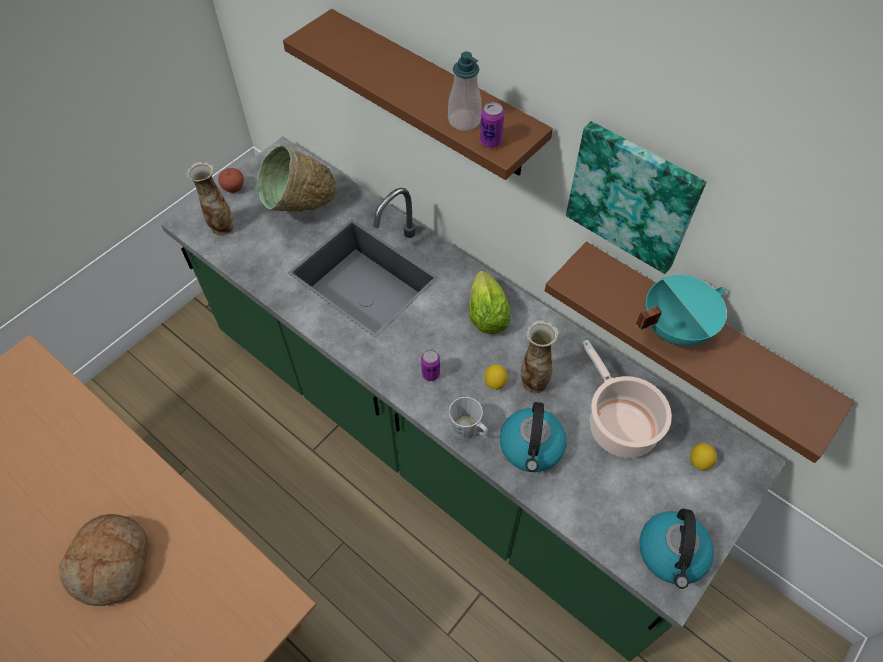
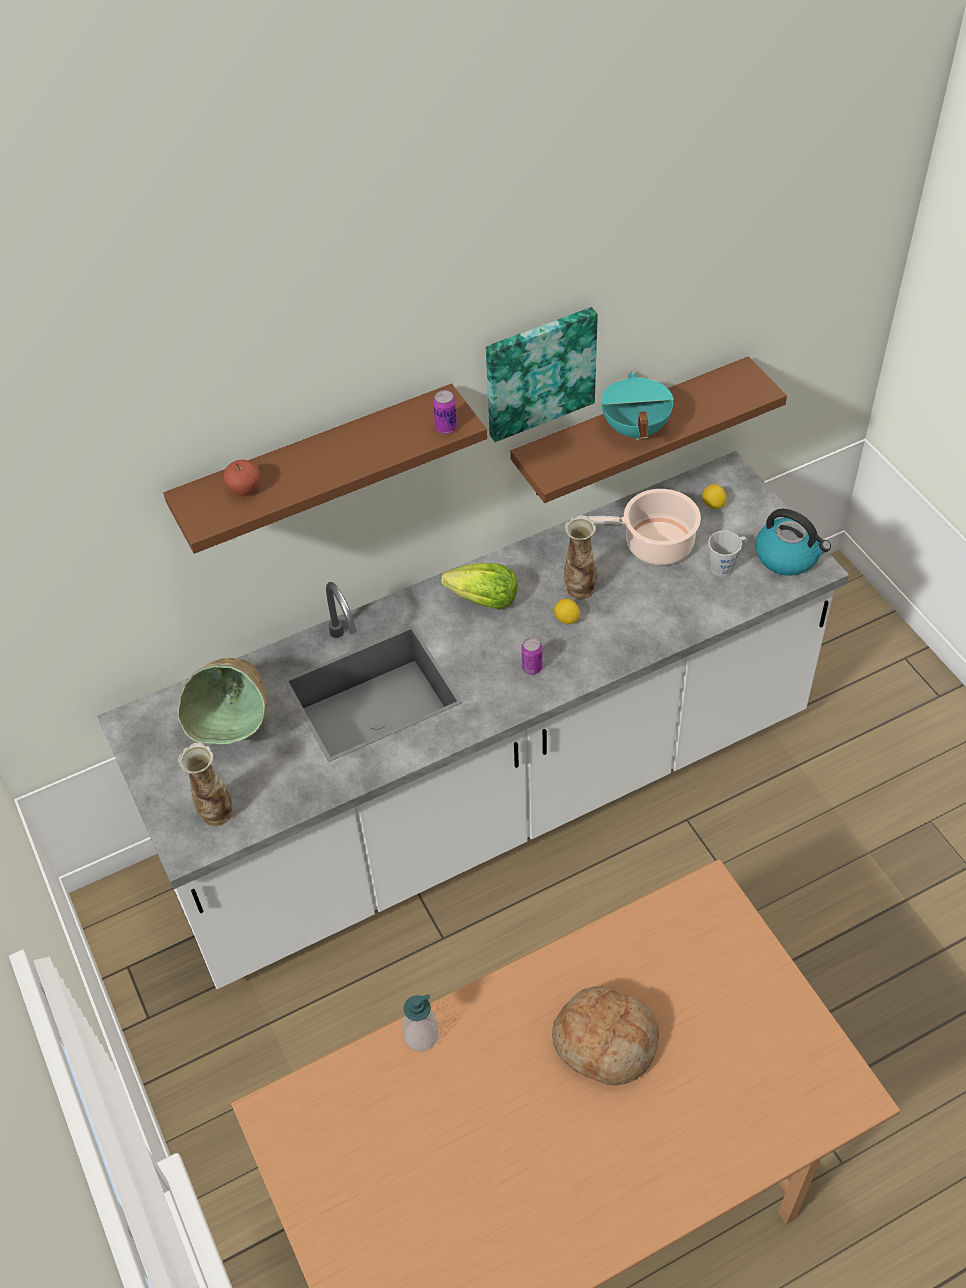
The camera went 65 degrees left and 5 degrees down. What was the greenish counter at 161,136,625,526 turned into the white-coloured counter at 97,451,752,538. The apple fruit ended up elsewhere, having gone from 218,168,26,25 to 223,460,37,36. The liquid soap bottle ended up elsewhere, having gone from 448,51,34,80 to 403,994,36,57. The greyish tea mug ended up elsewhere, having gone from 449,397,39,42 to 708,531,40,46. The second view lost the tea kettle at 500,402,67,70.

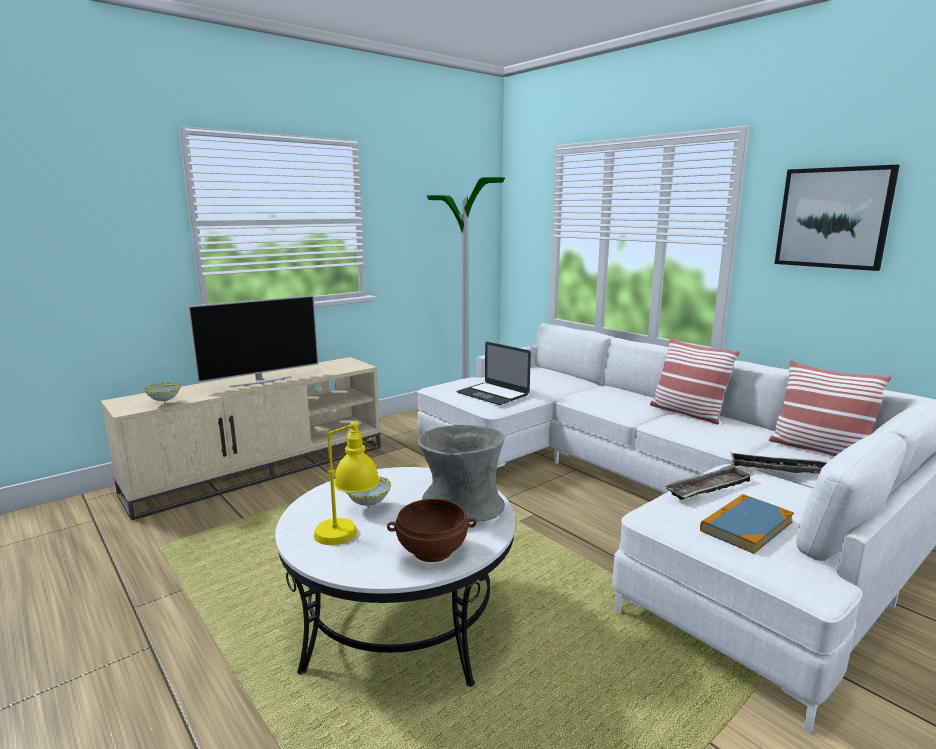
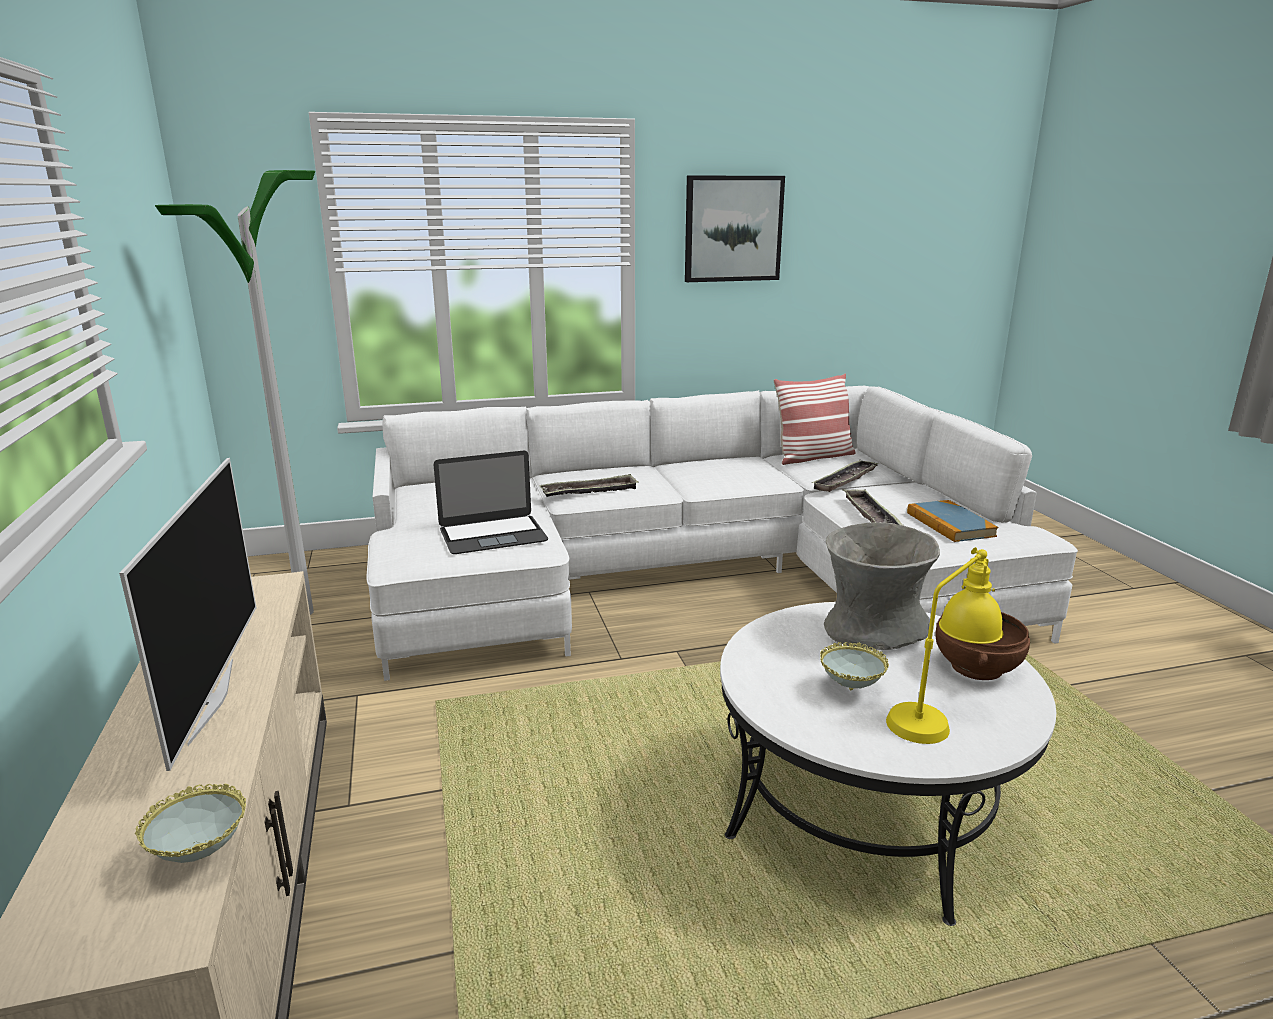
The camera went 65 degrees left and 5 degrees up. The second view lost the pillow at 650,337,90,87. The second view gained the tray at 539,474,100,23.

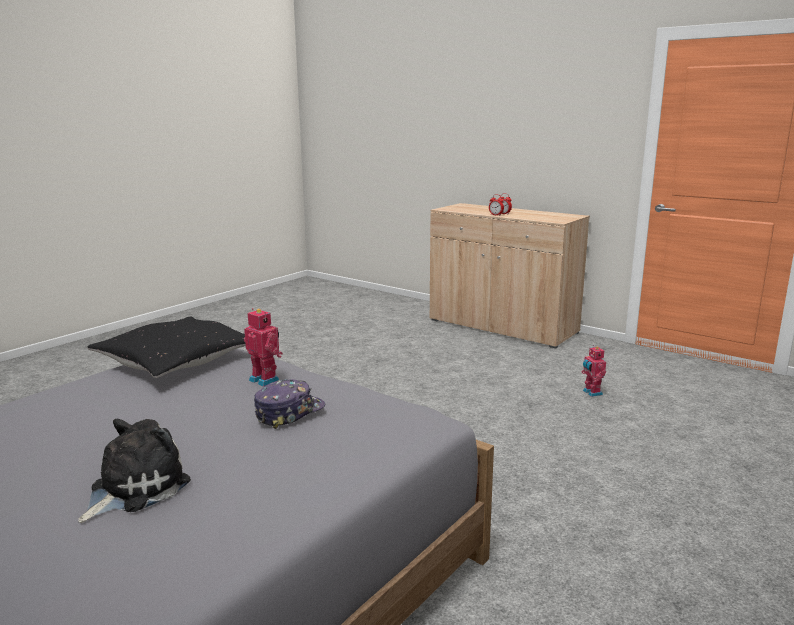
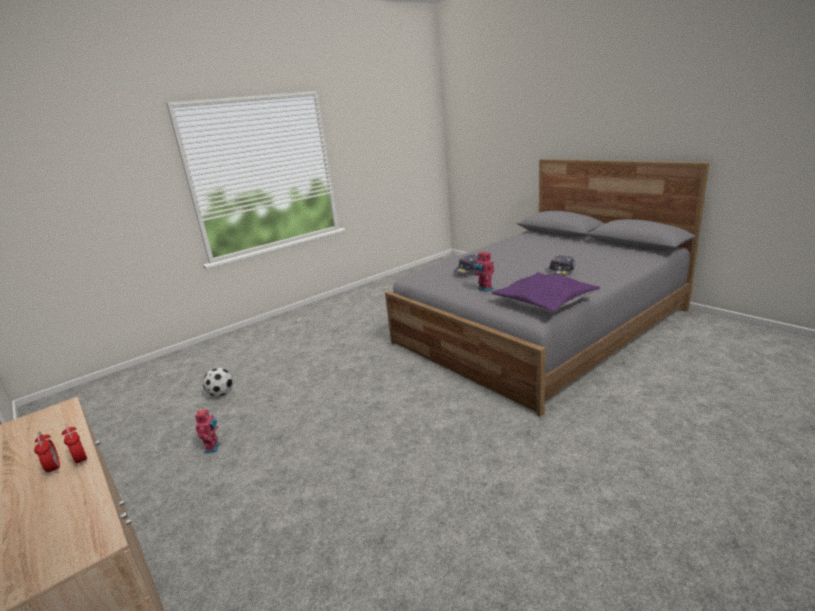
The camera went 165 degrees left and 5 degrees up. The second view lost the cuddly toy at 78,419,113,104. What was the blackish pillow at 88,316,158,62 turned into the purple pillow at 492,272,108,41. The second view gained the football at 203,368,30,28. The second view gained the baseball cap at 549,255,26,21.

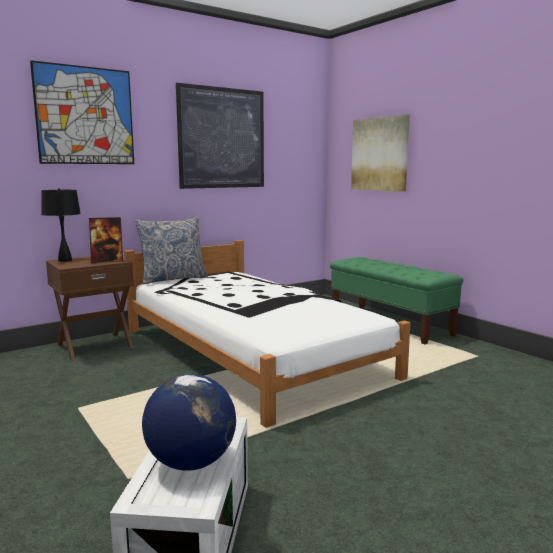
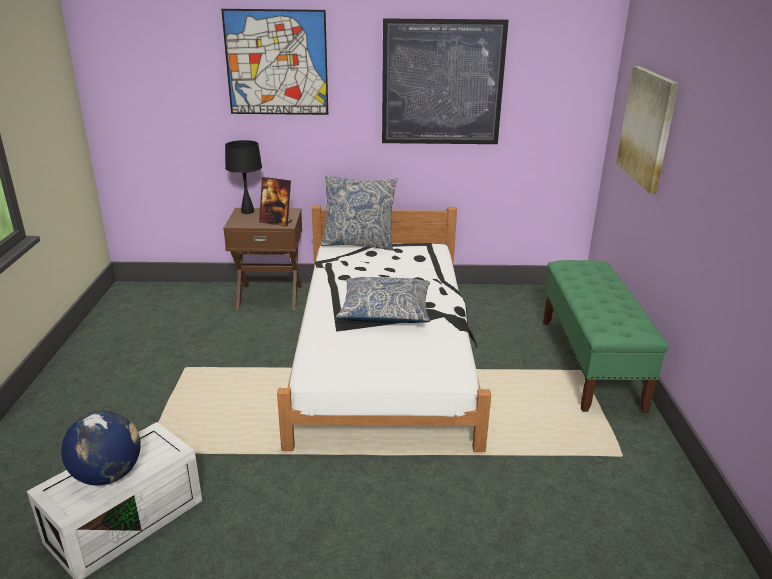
The camera went 35 degrees right and 15 degrees up. The second view gained the pillow at 336,277,95,46.

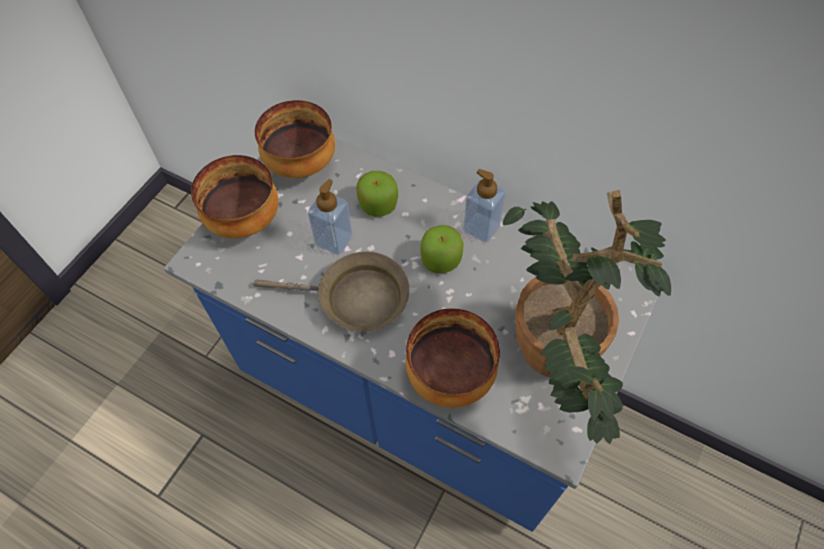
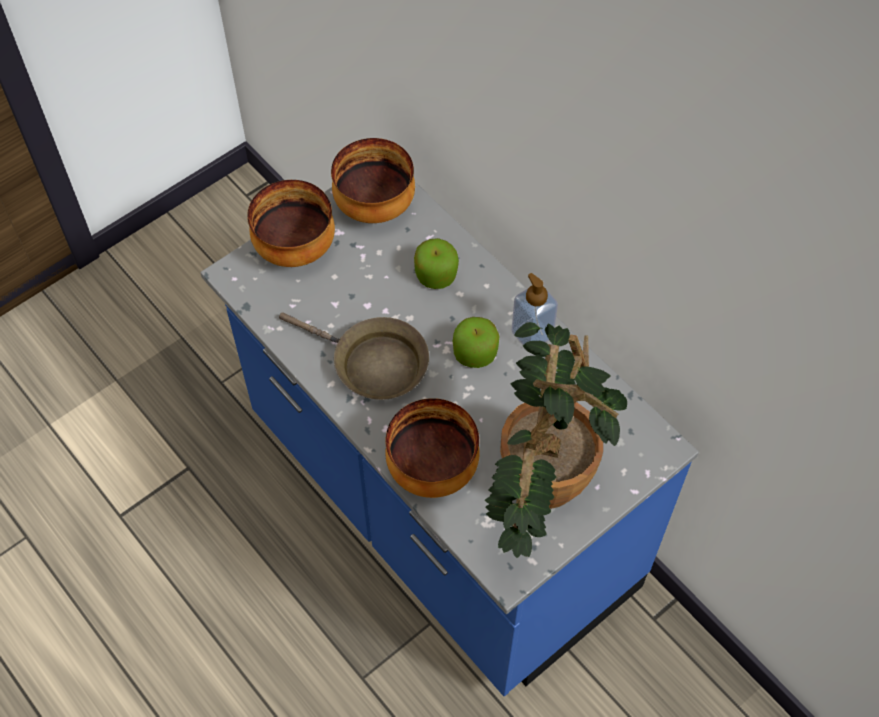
The camera went 20 degrees right and 0 degrees up. The second view lost the liquid soap bottle at 308,179,44,76.

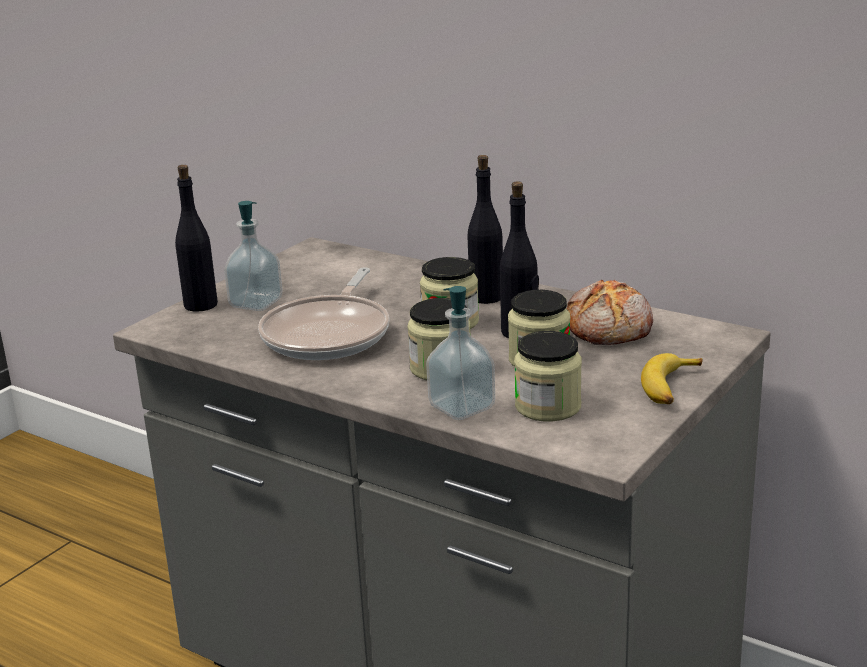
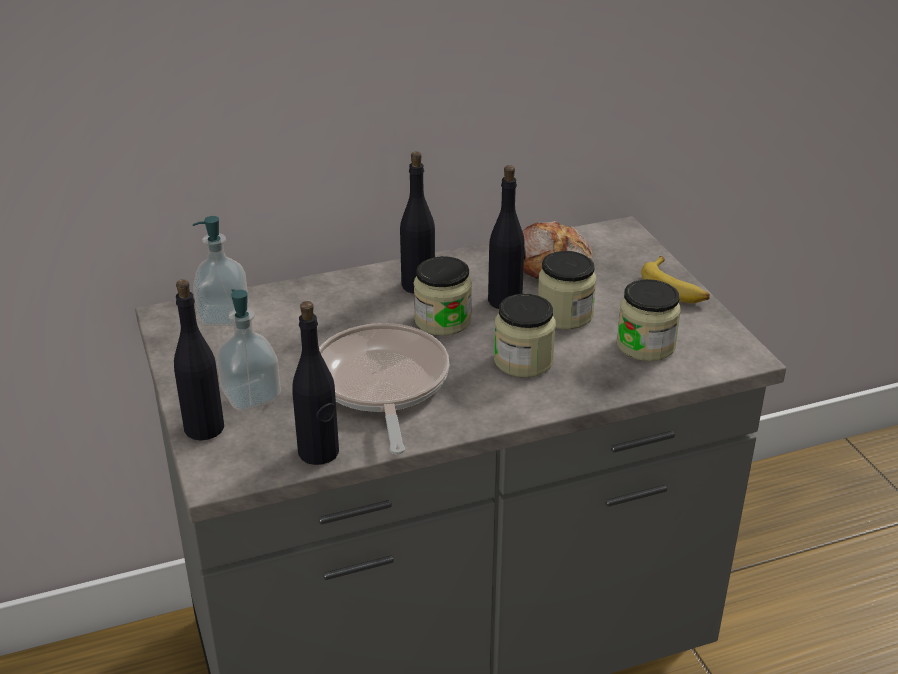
The camera went 55 degrees left and 10 degrees up. The frying pan at 258,268,131,92 ended up facing another way, 150 degrees counterclockwise from before. The liquid soap bottle ended up elsewhere, having gone from 426,286,69,134 to 193,216,56,110. The second view gained the blackish beverage bottle at 292,301,47,164.

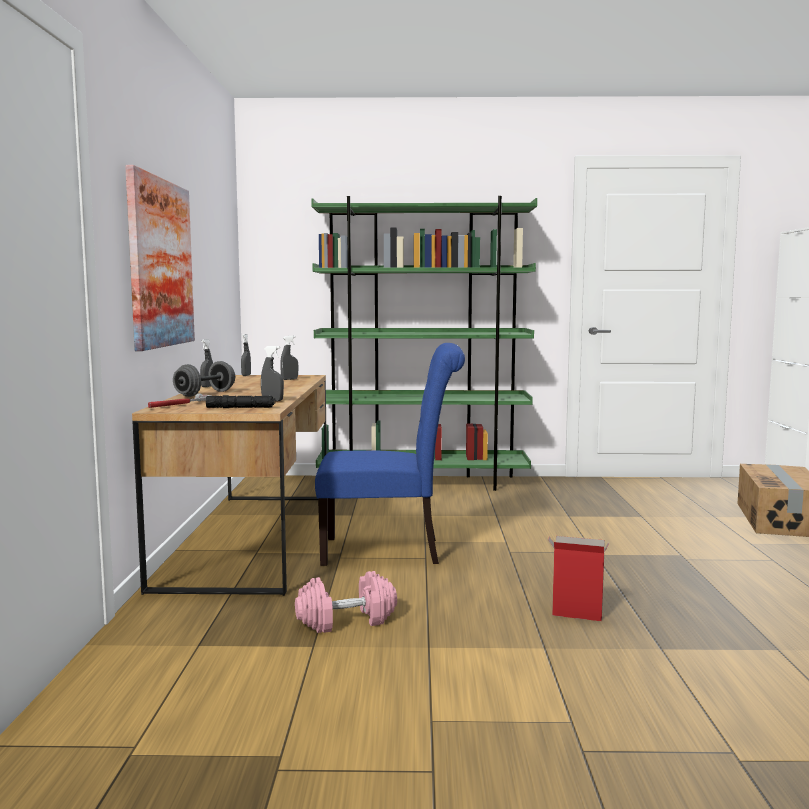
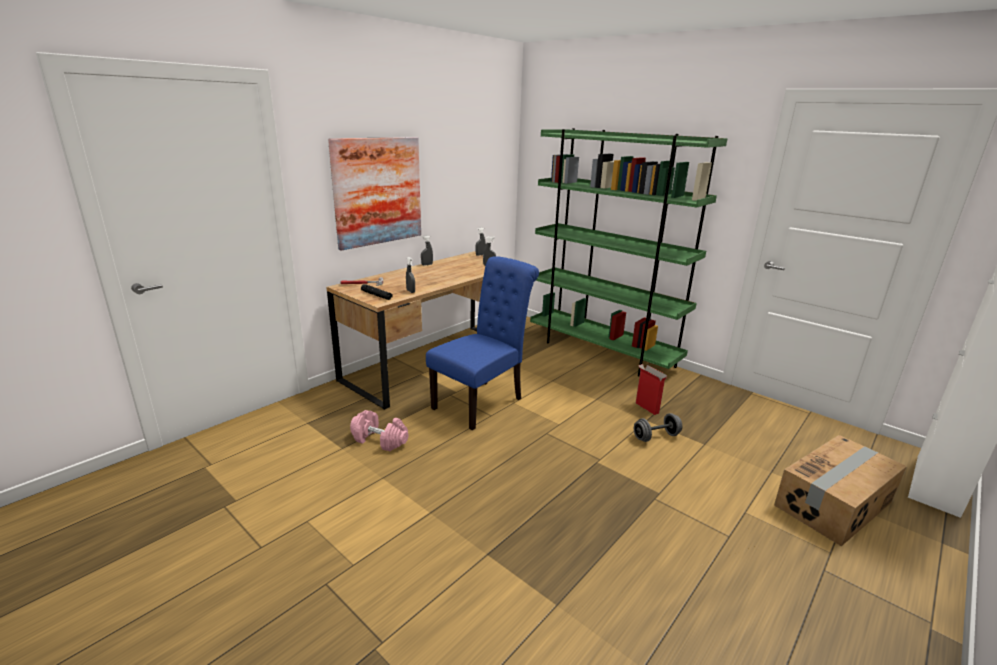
The camera went 40 degrees right and 15 degrees up. The greyish hand weight ended up elsewhere, having gone from 173,361,62,36 to 634,413,48,29. The blue-coloured plain chair at 315,343,150,223 ended up facing another way, 90 degrees counterclockwise from before. The packing box ended up elsewhere, having gone from 548,536,61,85 to 636,364,31,51.

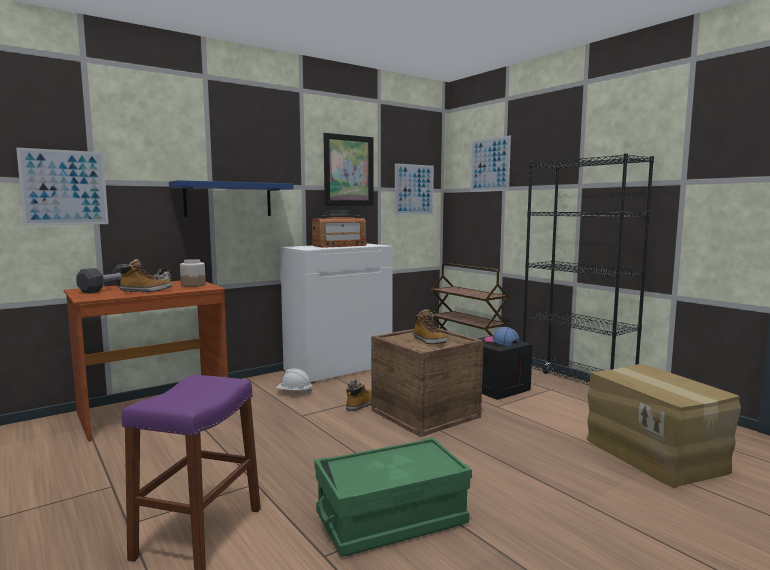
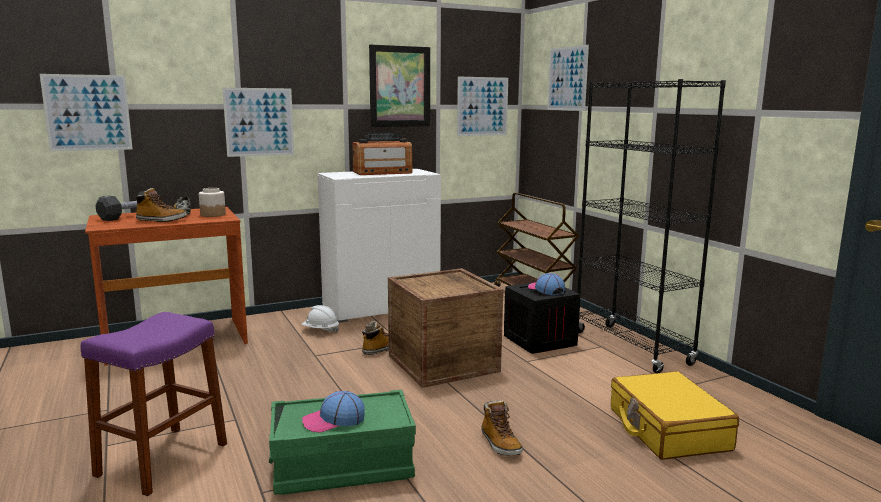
The camera went 10 degrees right and 5 degrees up. Where the blue-coloured bracket shelf hung at 169,180,125,37, the picture came to hang at 223,88,71,69. The high-top boot ended up elsewhere, having gone from 413,309,35,35 to 481,400,42,56. Where the packing box stood at 586,364,155,125, the yellow-coloured piece of luggage came to stand at 611,371,128,89. The second view gained the baseball cap at 302,391,63,42.

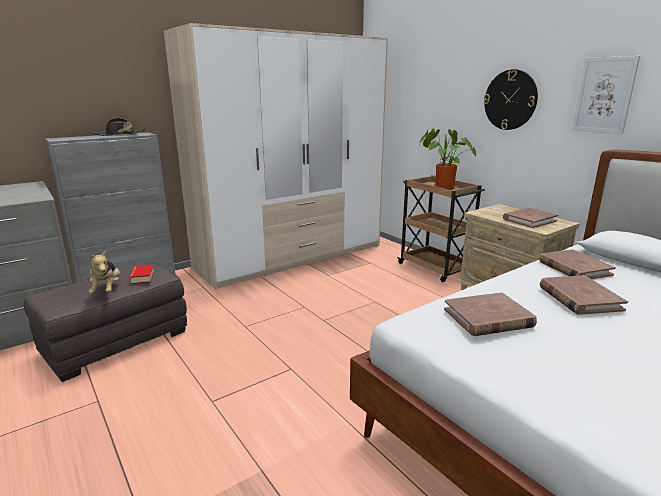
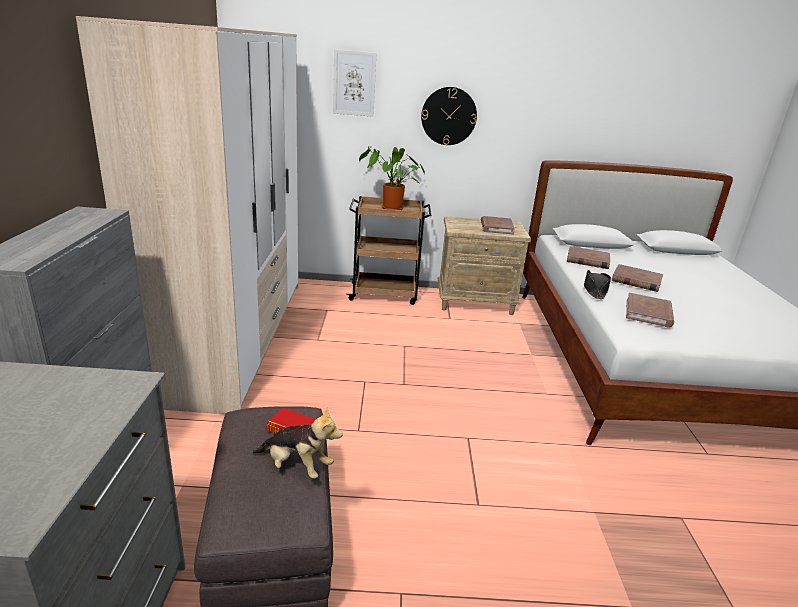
The camera went 55 degrees left and 5 degrees up. The blackish clothing hat ended up elsewhere, having gone from 93,118,52,18 to 584,270,27,29. The picture ended up elsewhere, having gone from 572,56,68,78 to 333,50,44,67.

